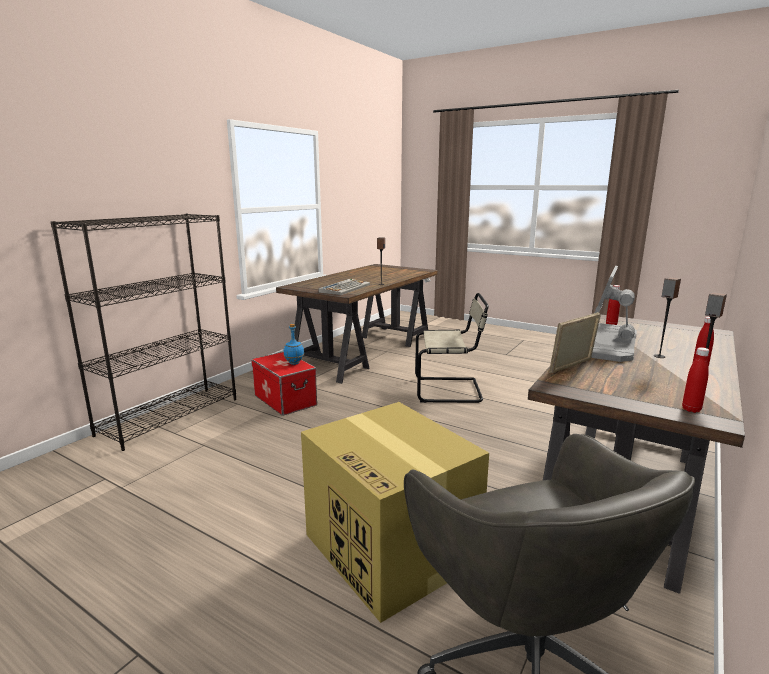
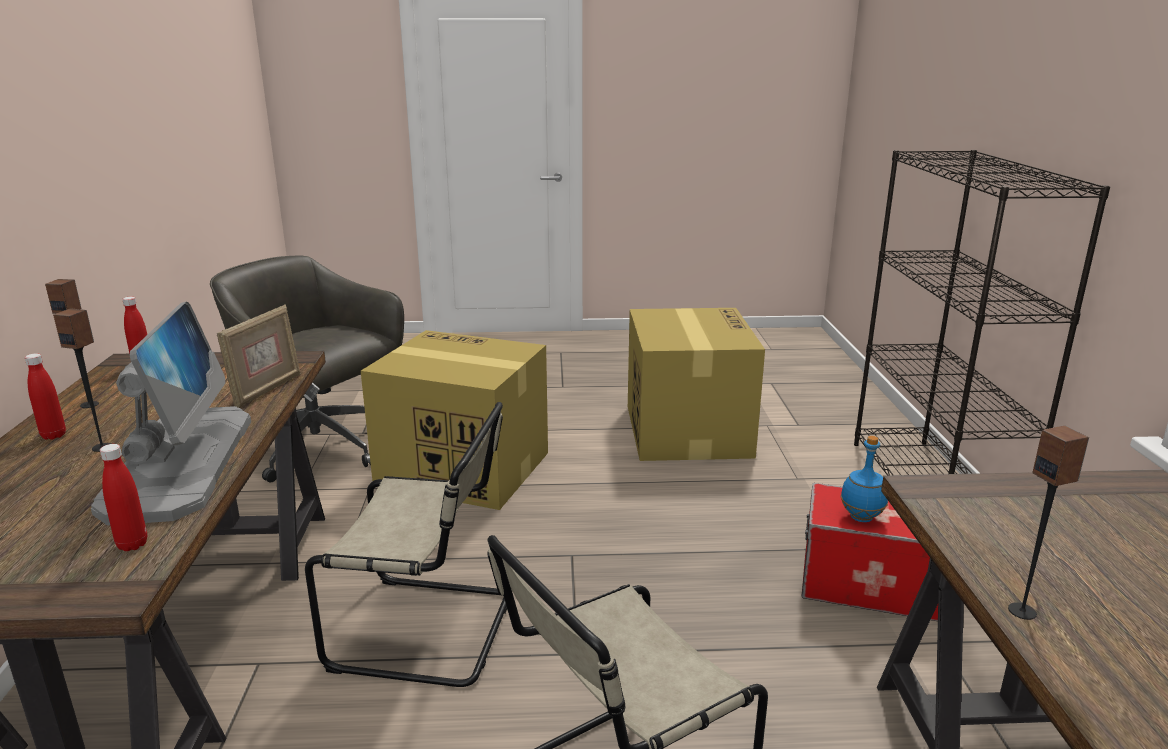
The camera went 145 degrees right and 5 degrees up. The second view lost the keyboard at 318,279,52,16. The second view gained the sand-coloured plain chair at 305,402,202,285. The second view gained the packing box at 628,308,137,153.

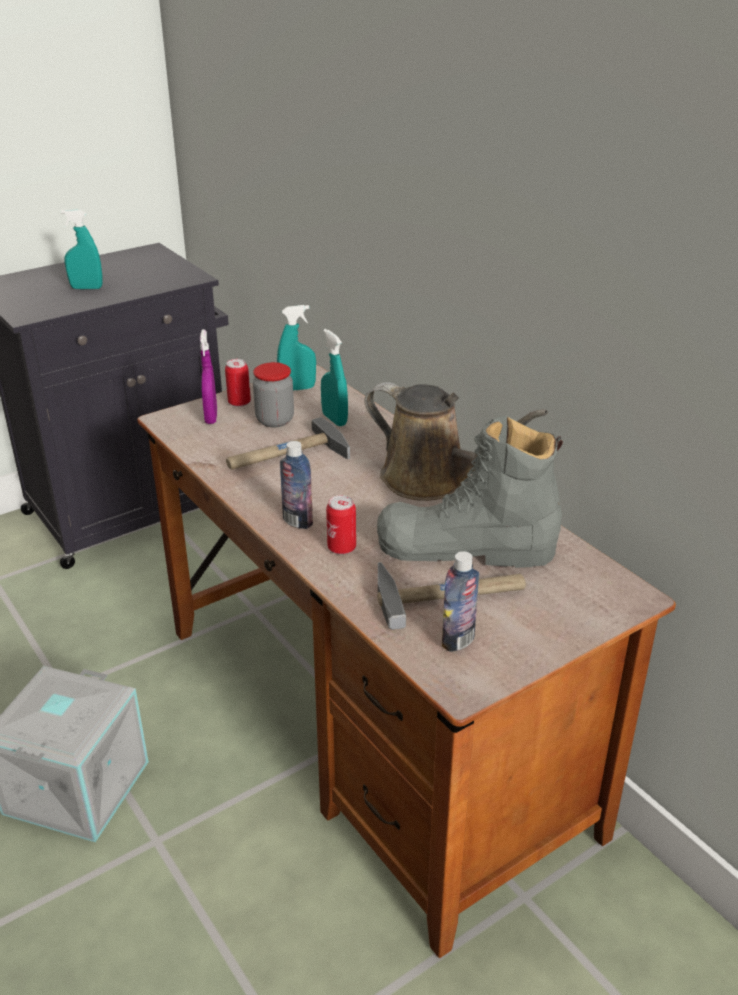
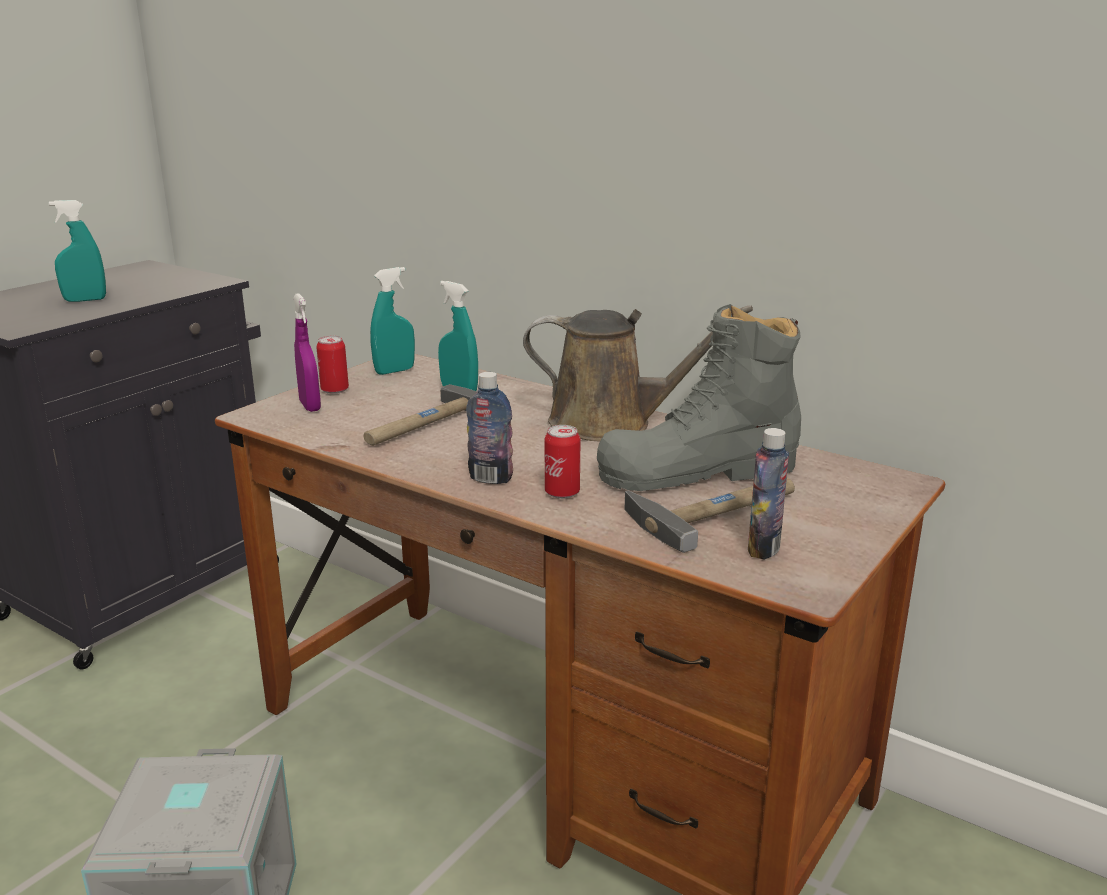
The camera went 20 degrees left and 10 degrees down. The second view lost the jar at 253,362,41,65.

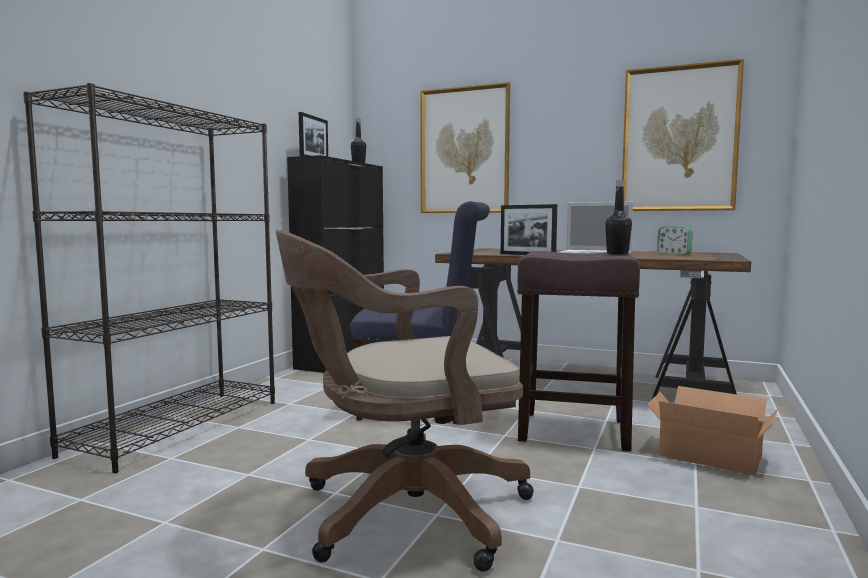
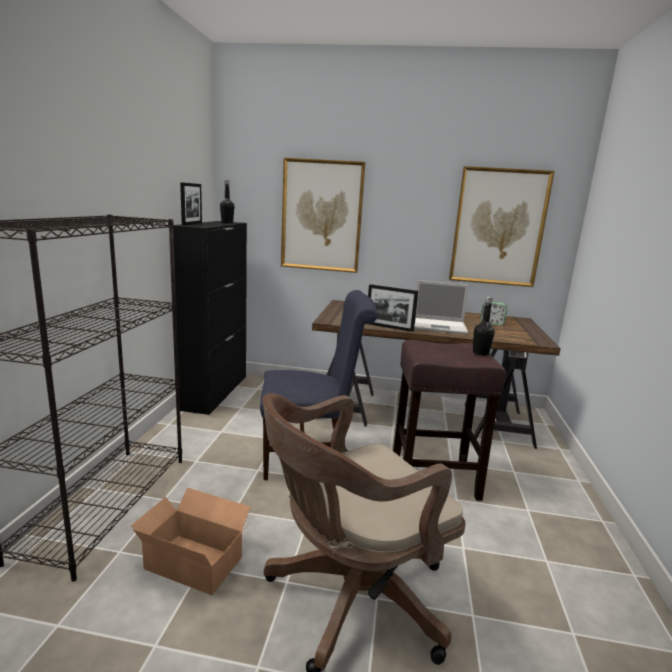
The camera went 15 degrees left and 10 degrees up. The packing box ended up elsewhere, having gone from 647,386,131,90 to 131,487,120,108.

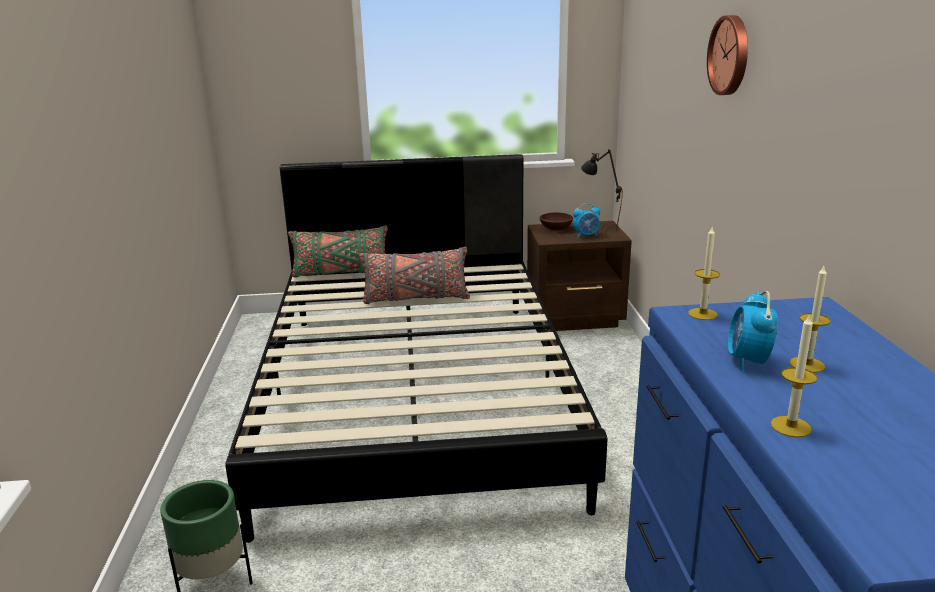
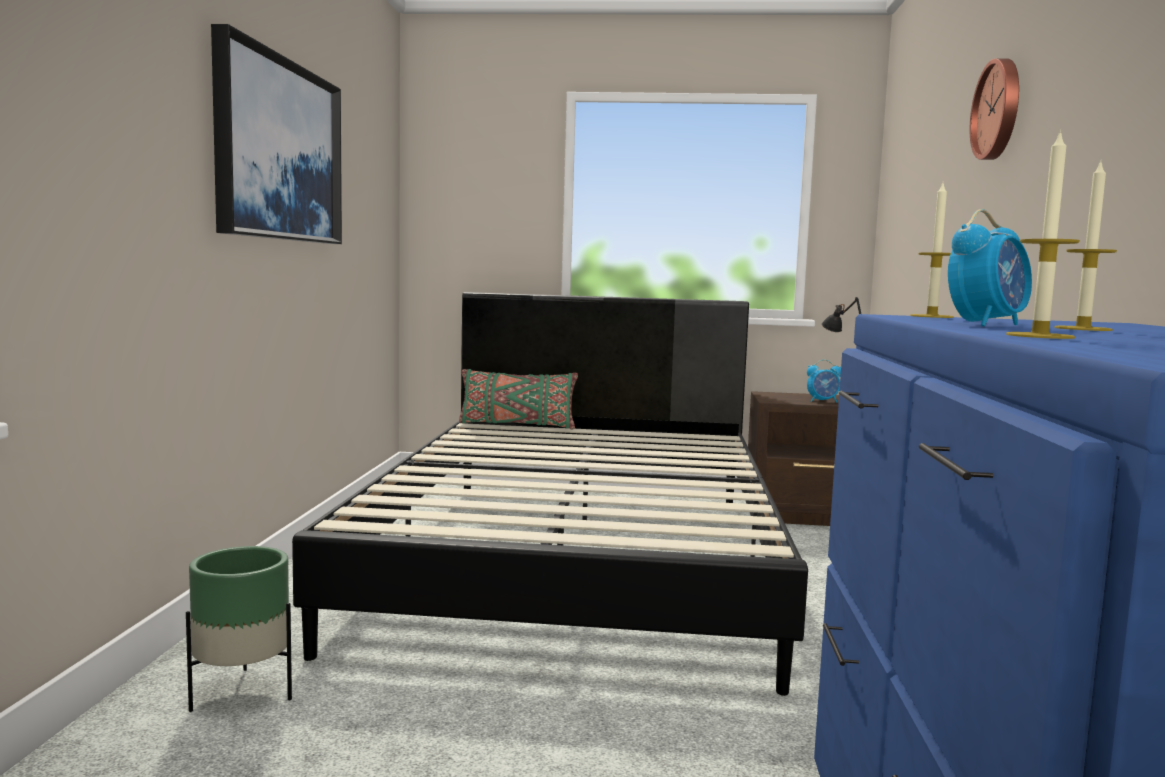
The camera went 10 degrees right and 15 degrees down. The second view lost the greyish pillow at 359,247,111,57. The second view lost the brown bowl at 539,212,34,18. The alarm clock at 728,291,50,80 ended up facing another way, 150 degrees counterclockwise from before. The second view gained the picture at 211,24,131,220.

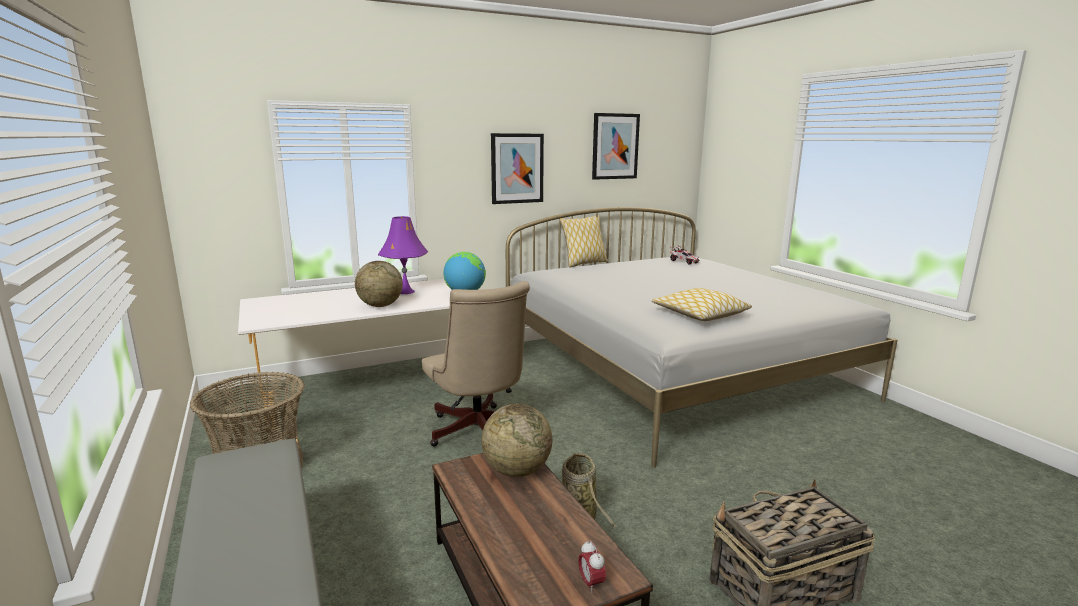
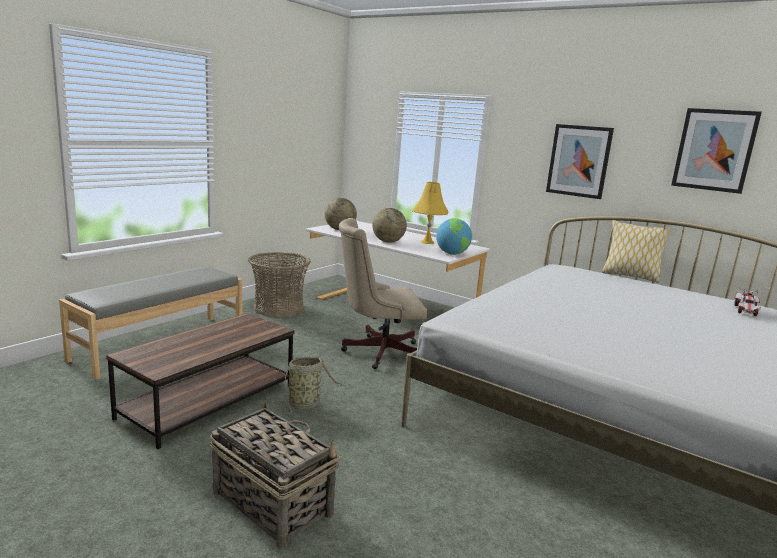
The camera went 60 degrees right and 0 degrees up. What was the purple table lamp at 378,216,50,78 turned into the yellow-coloured table lamp at 412,182,37,62. The sand-coloured office chair at 422,281,108,166 ended up facing another way, 45 degrees clockwise from before. The world globe ended up elsewhere, having gone from 481,404,72,73 to 325,198,32,32. The second view lost the alarm clock at 578,540,28,53. The second view lost the pillow at 652,288,100,33.

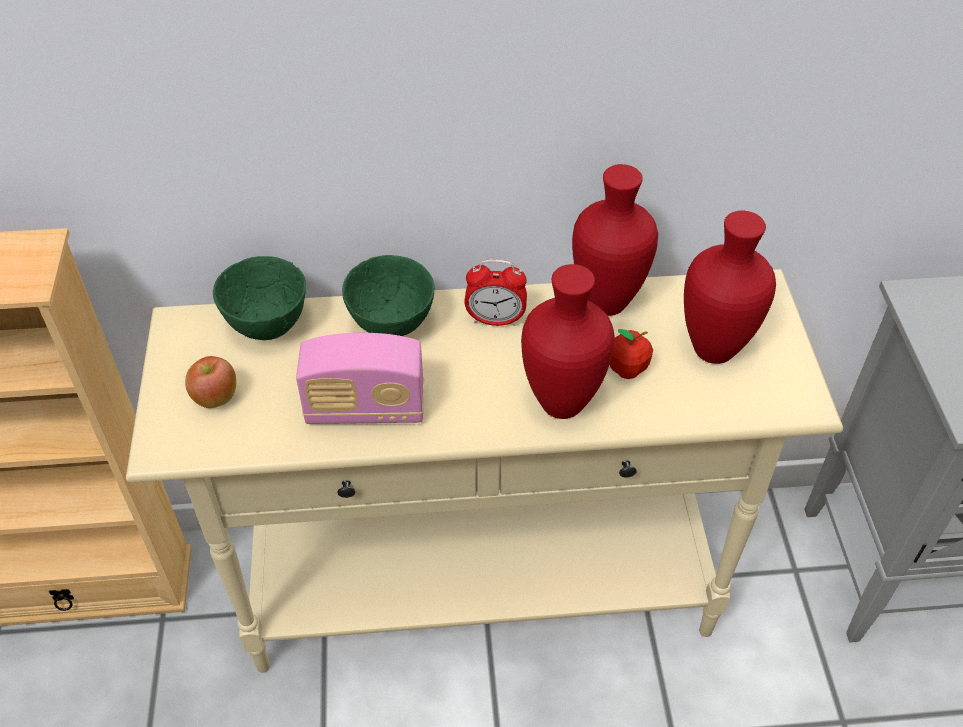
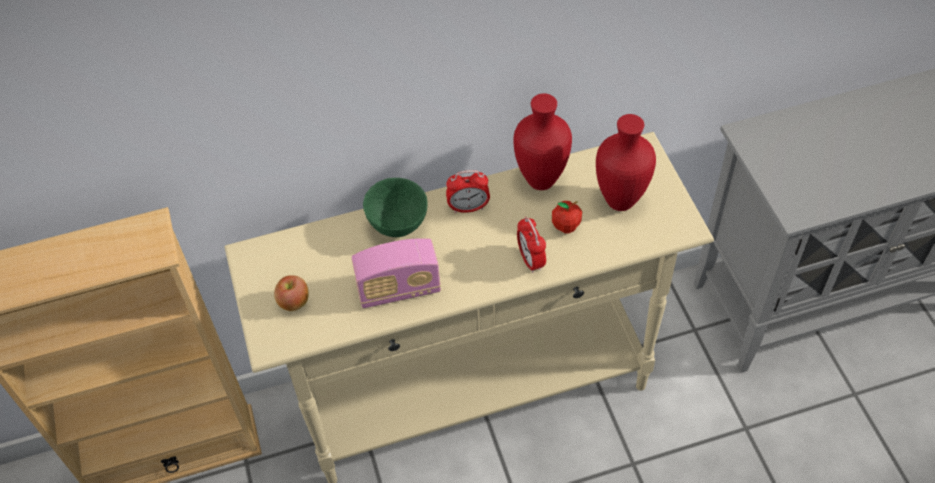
The camera went 10 degrees left and 5 degrees up. The second view lost the greenish bowl at 213,256,93,84. Where the red decorative vase stood at 521,264,94,155, the alarm clock came to stand at 517,217,29,56.

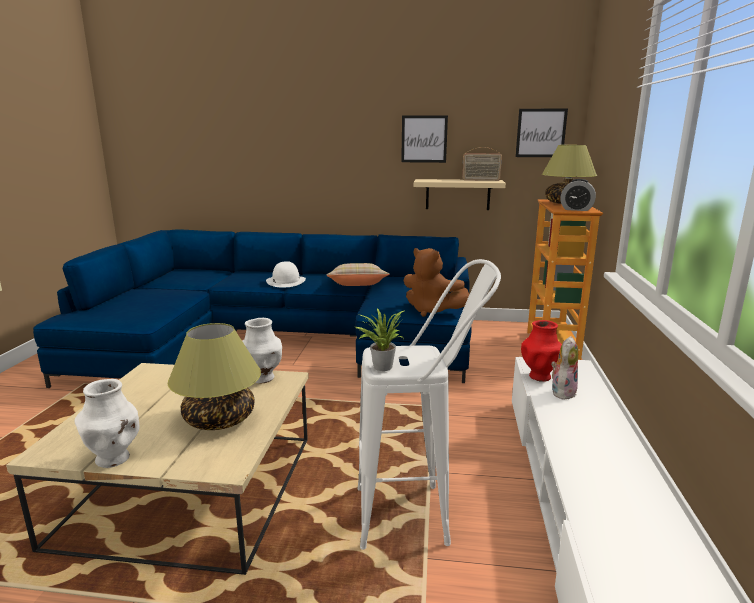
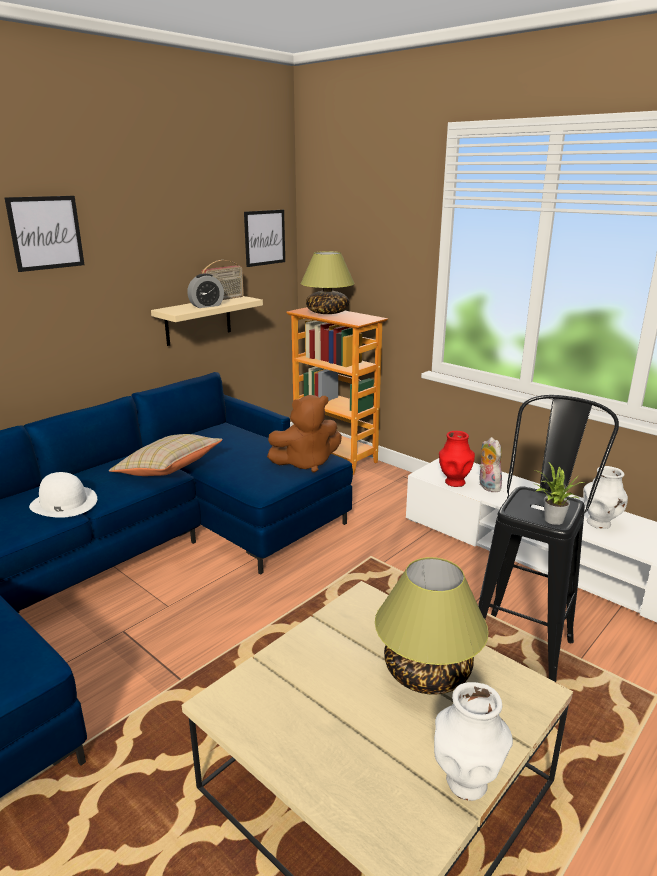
The camera went 55 degrees left and 5 degrees up. The white-coloured decorative vase ended up elsewhere, having gone from 242,318,40,65 to 583,466,45,63. What was the white-coloured sitting stool at 358,259,143,291 turned into the blackish sitting stool at 478,395,141,287. The picture ended up elsewhere, having gone from 401,115,47,48 to 5,196,80,76. The alarm clock ended up elsewhere, having gone from 560,179,36,32 to 187,273,37,35.

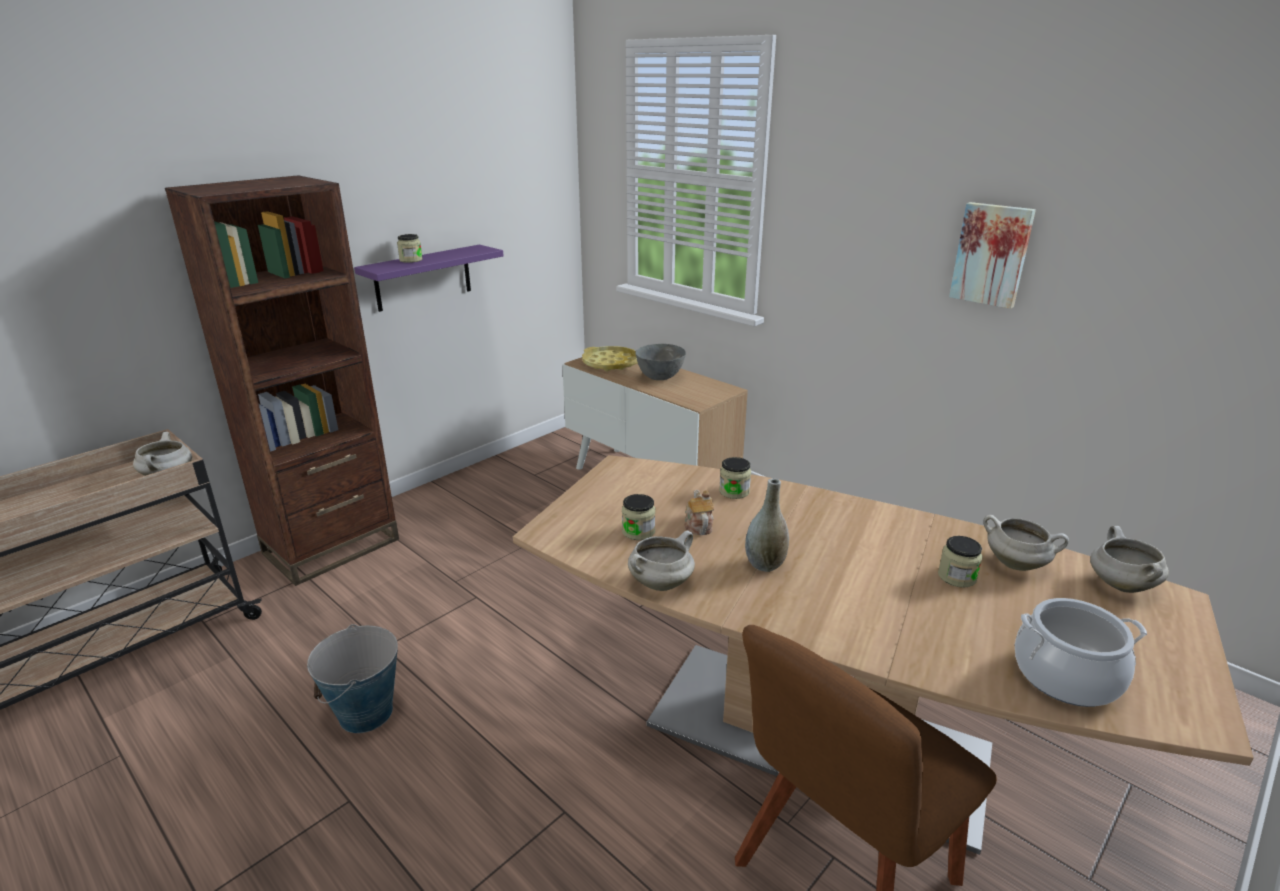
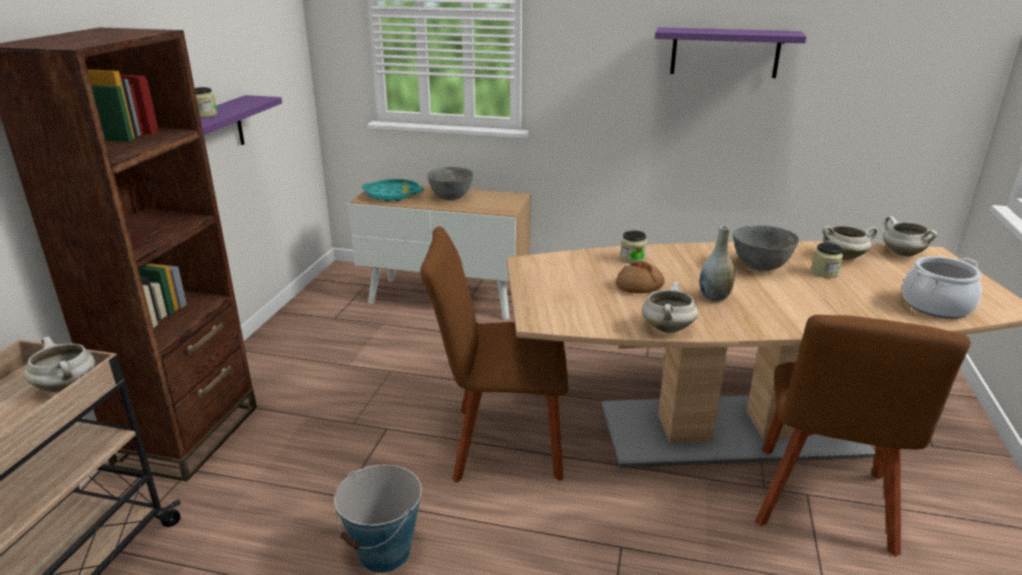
The camera went 30 degrees left and 0 degrees up. What was the yellow-coloured tray at 582,346,56,25 turned into the turquoise tray at 362,179,62,23. The second view lost the jar at 622,494,33,46. Where the teapot stood at 684,490,30,45, the bread came to stand at 616,261,49,32. Where the picture hung at 949,202,87,107, the purple bracket shelf came to hang at 655,27,151,51. The second view gained the brown plain chair at 420,226,149,257. The second view gained the greyish bowl at 733,225,66,46.

